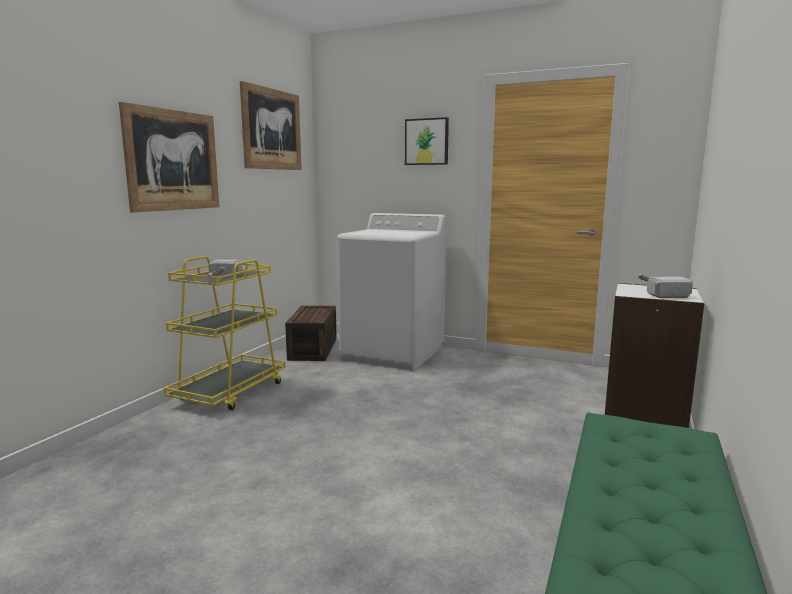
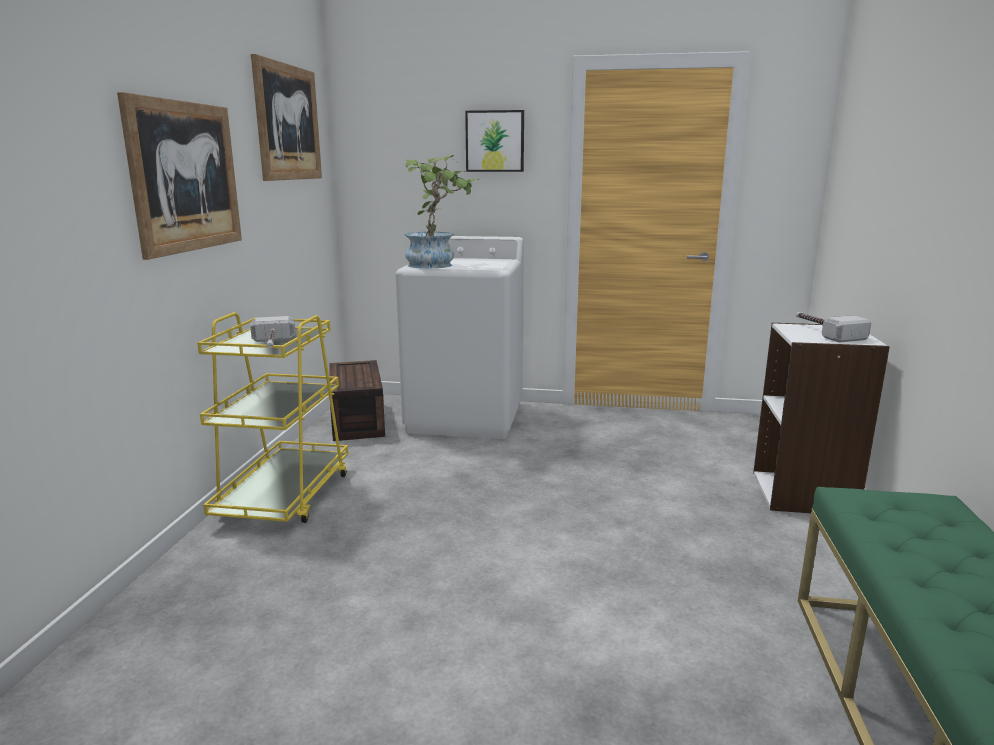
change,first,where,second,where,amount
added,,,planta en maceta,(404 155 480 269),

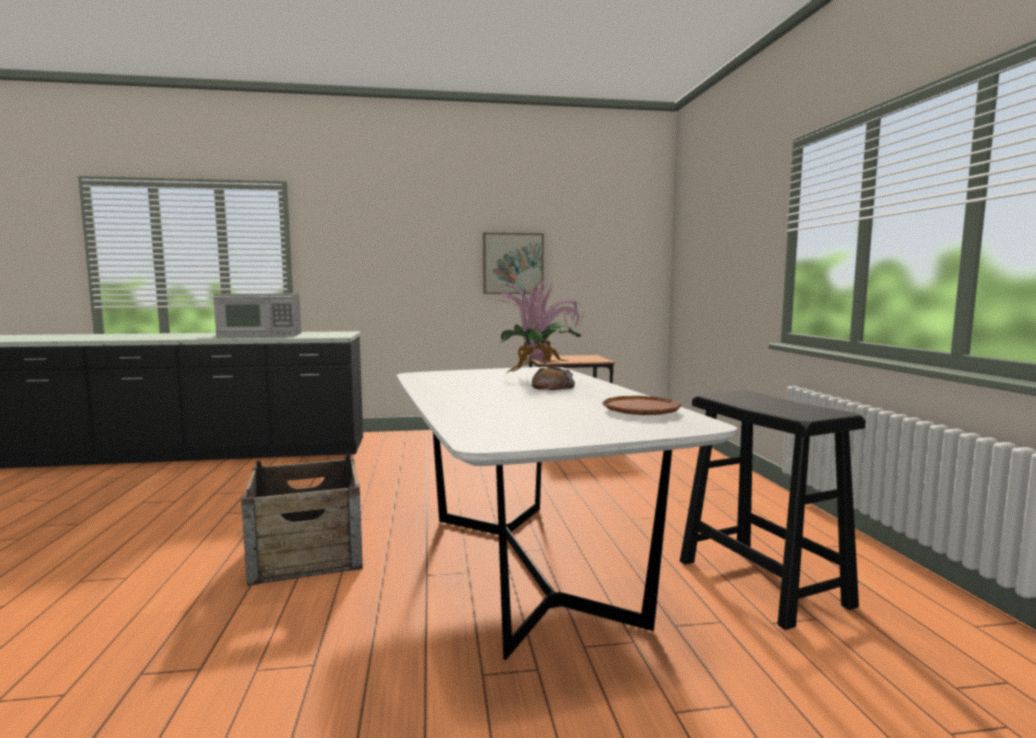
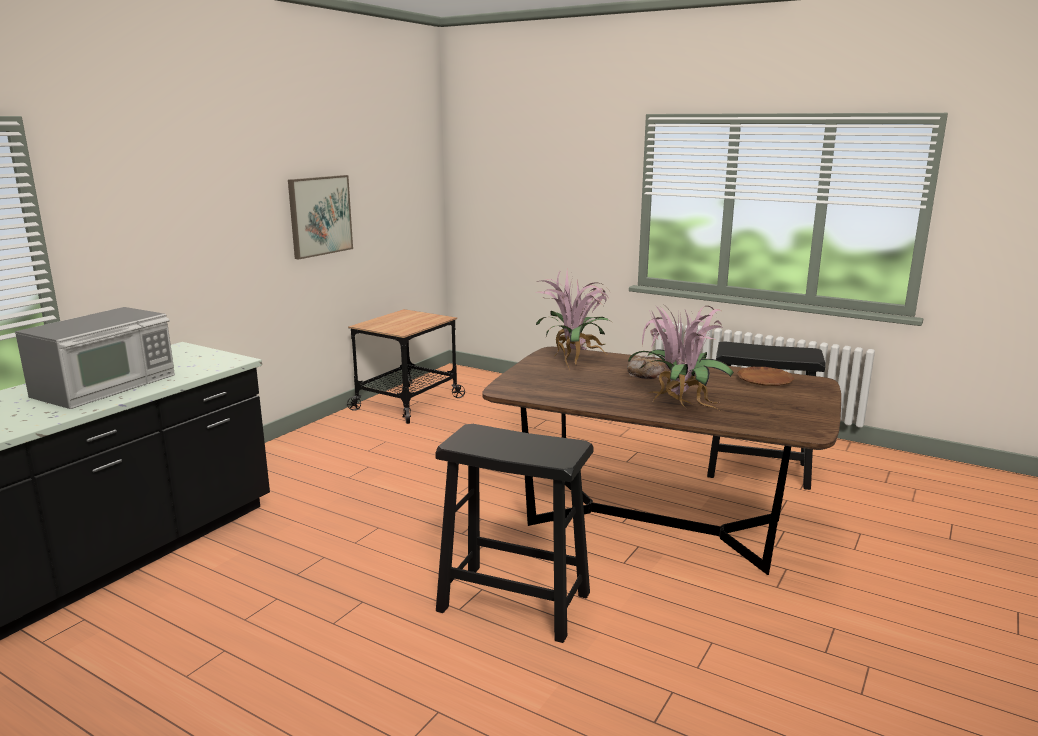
change,first,where,second,where,amount
added,,,planta en maceta,(628 306 734 410),
replaced,caja de embalaje,(241 453 363 586),taburete [negro],(435 424 594 643),
recoloured,mesa de comedor [blanco],(397 367 737 660),mesa de comedor [marrón],(482 347 841 575),

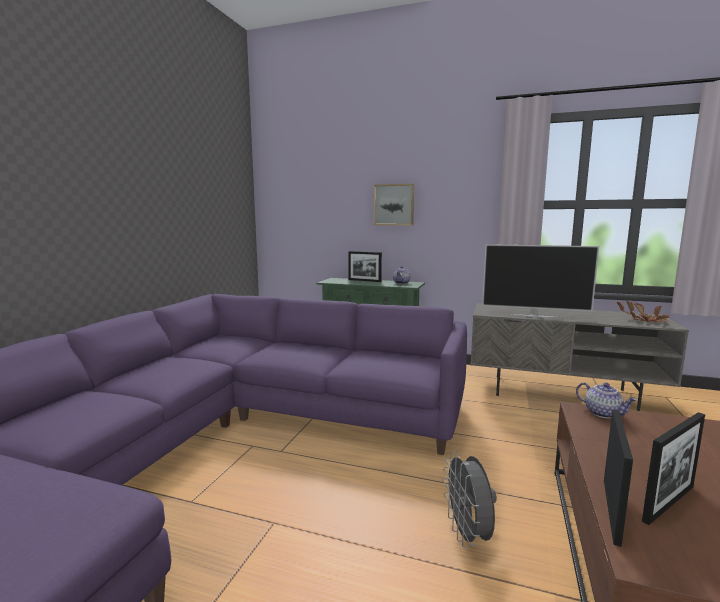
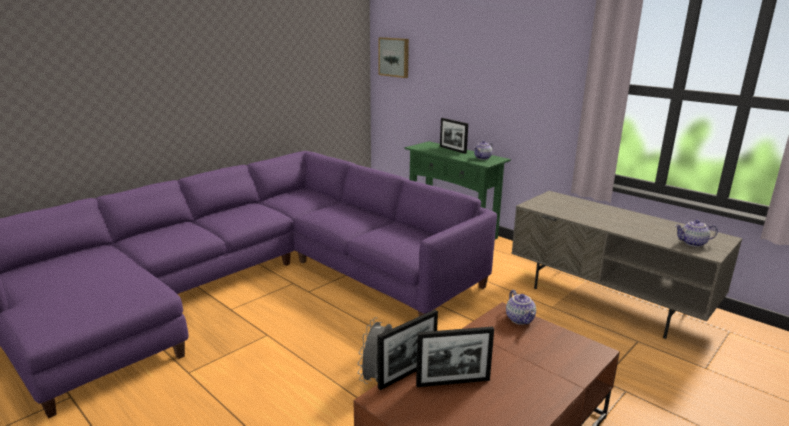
change,first,where,second,where,amount
removed,televisor,(482 244 599 318),,,
moved,cuadro,(374 184 414 225),,(379 37 409 78),
replaced,planta en maceta,(617 301 669 322),tetera,(675 220 718 247),

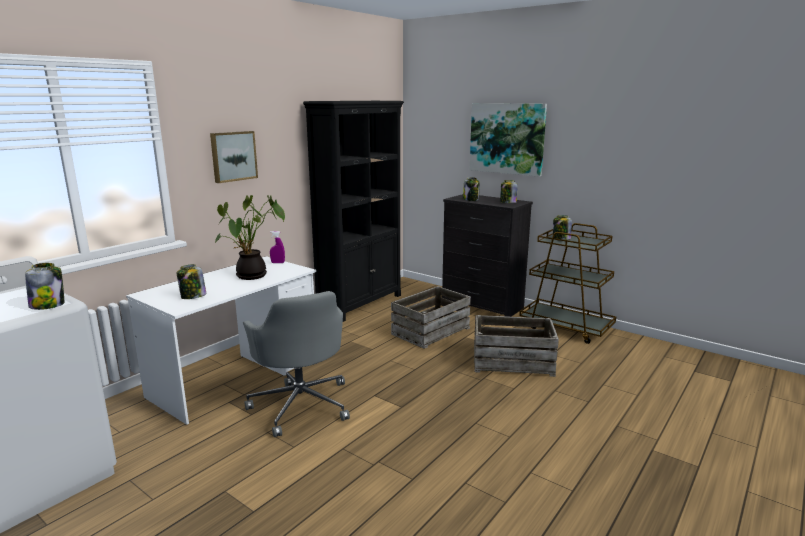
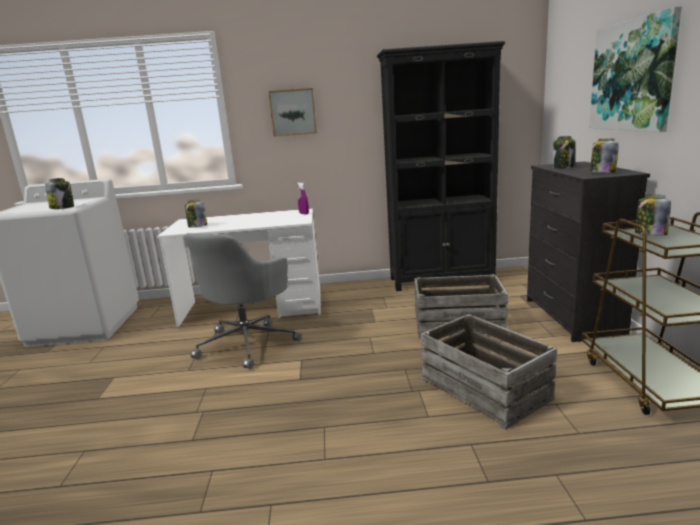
change,first,where,second,where,amount
removed,planta en maceta,(215 195 285 280),,,

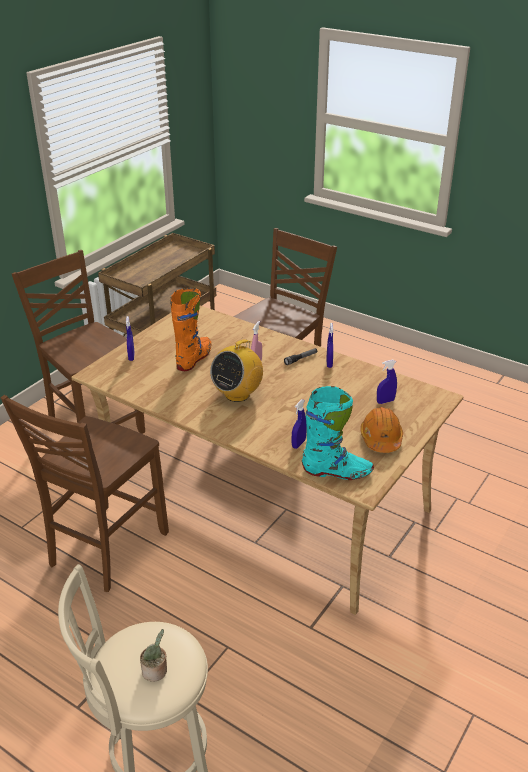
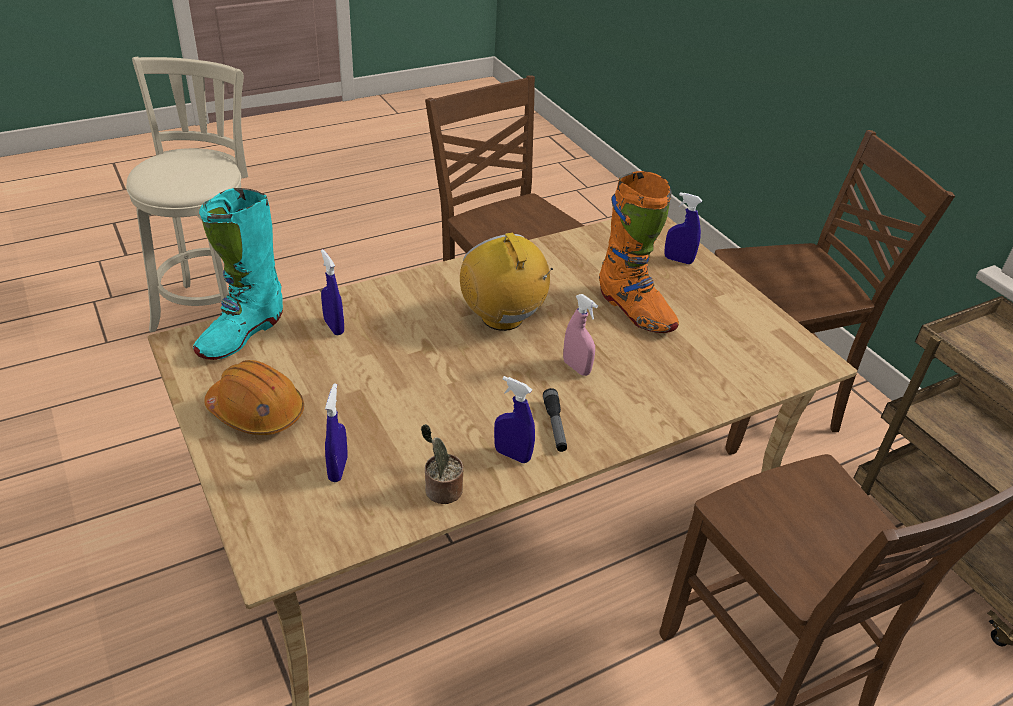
change,first,where,second,where,amount
moved,planta en maceta,(140 629 167 682),,(421 424 464 504),

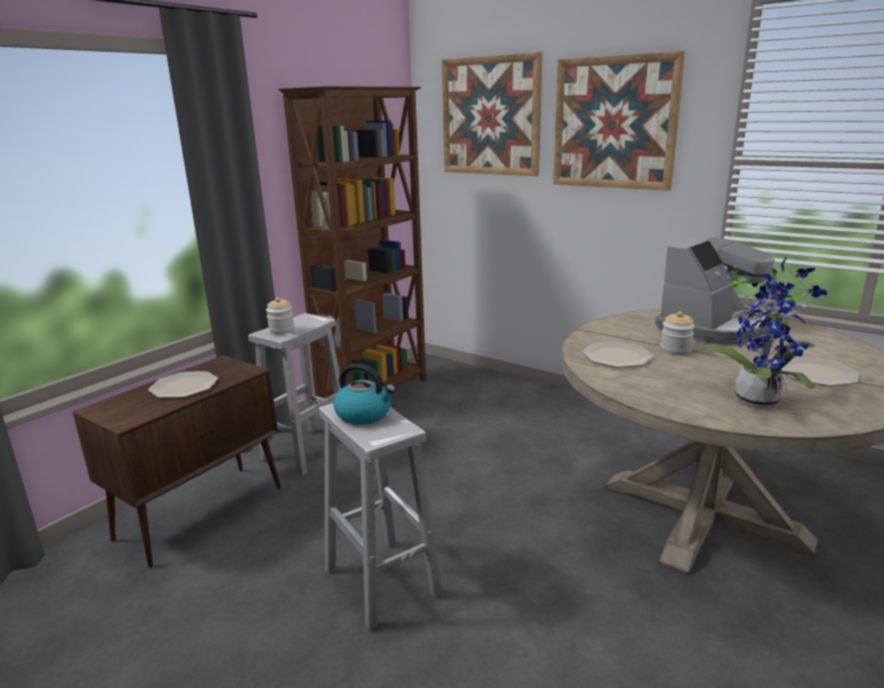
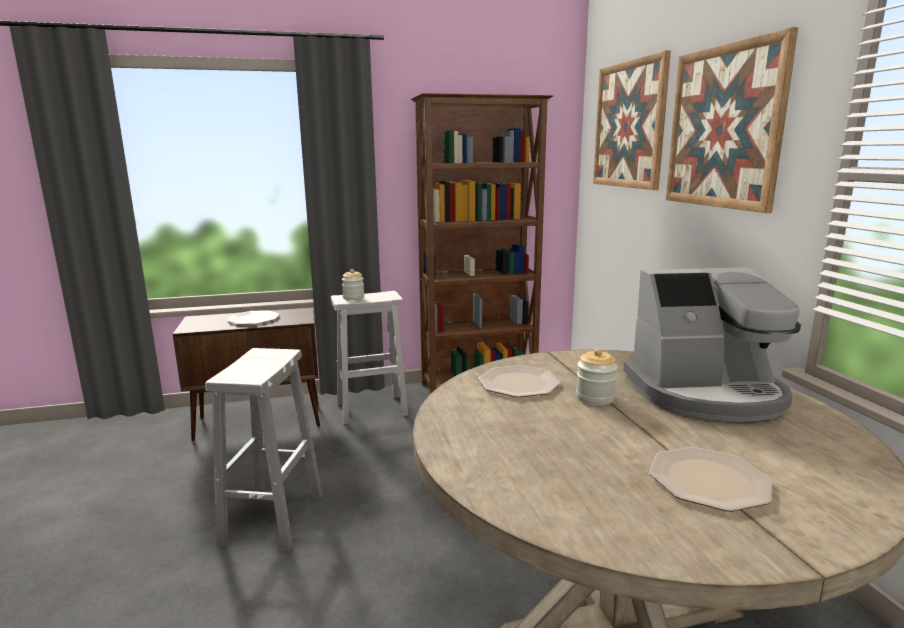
change,first,where,second,where,amount
removed,hervidor,(333 363 395 425),,,
removed,planta en maceta,(696 257 827 409),,,

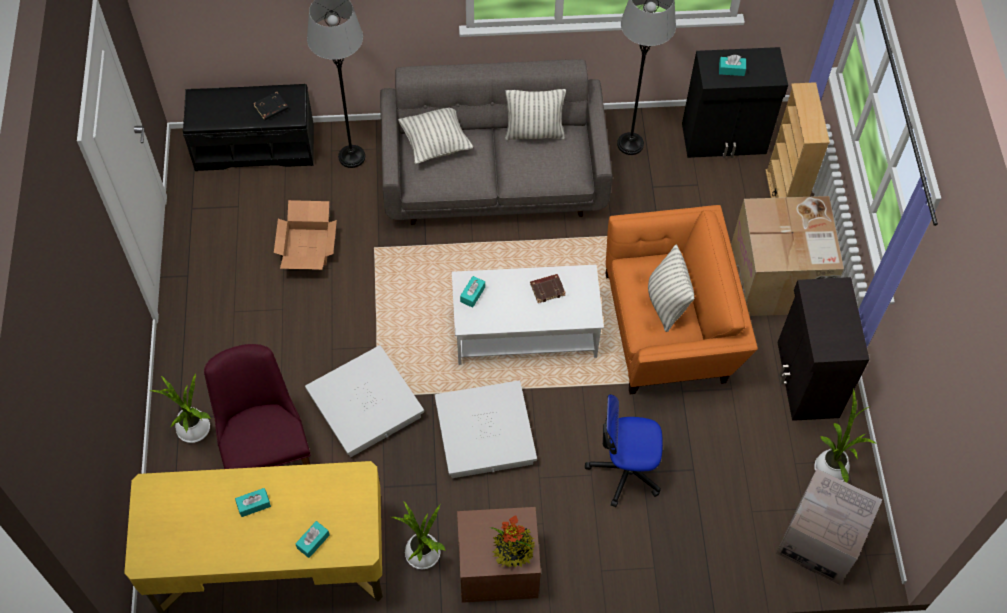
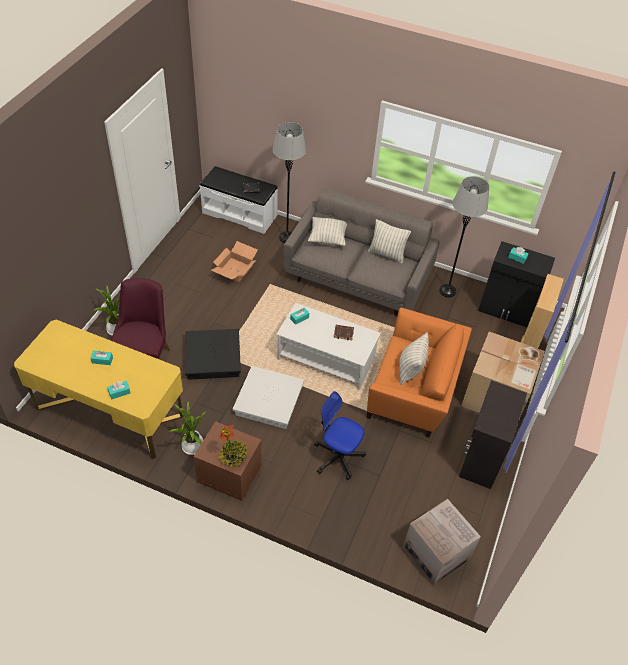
change,first,where,second,where,amount
removed,planta en maceta,(814 389 877 483),,,
recoloured,banco [negro],(183 84 314 171),banco [blanco],(200 166 278 234),
recoloured,caja de almacenaje [blanco],(305 345 424 457),caja de almacenaje [negro],(185 329 241 380),

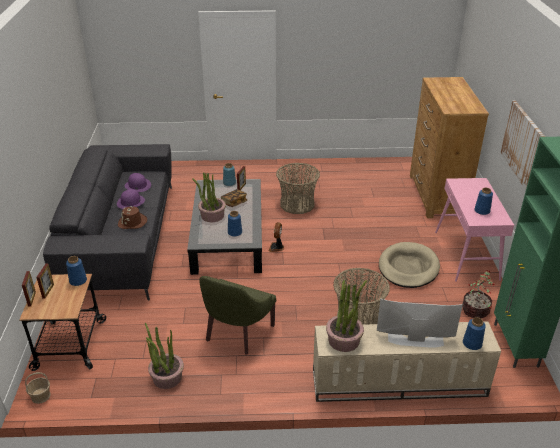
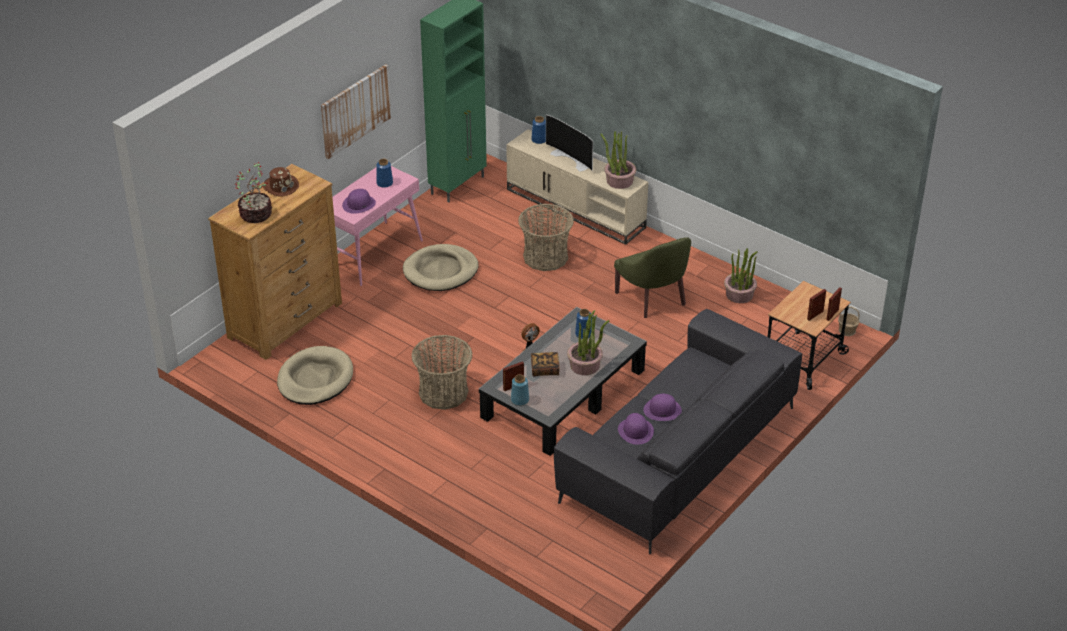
change,first,where,second,where,amount
removed,florero [azul],(66 256 87 286),,,
added,,,cama para perro [beis],(277 346 353 405),
added,,,sombrero [morado],(342 189 376 214),
moved,sombrero [marrón],(118 206 147 229),,(263 167 299 197),
moved,planta en maceta,(462 270 495 318),,(235 162 272 223),
turned,sillón [verde],(199 276 276 355),,(614 237 691 318),90 degrees clockwise

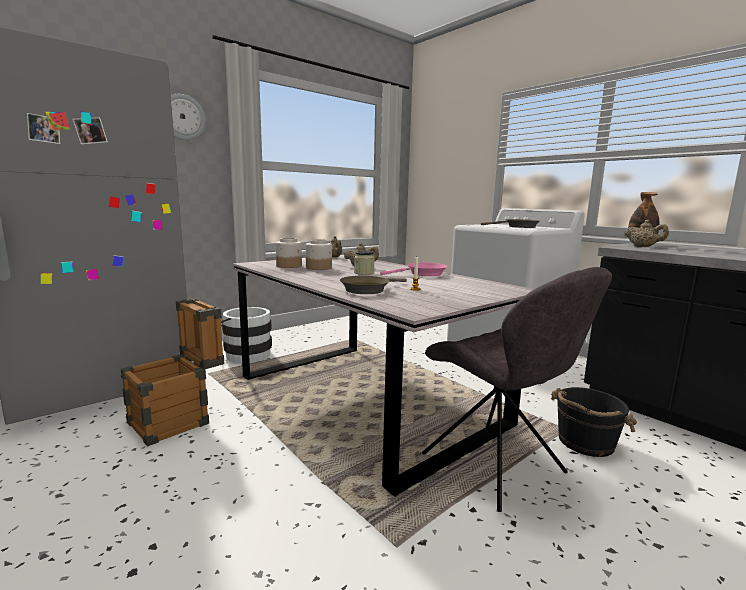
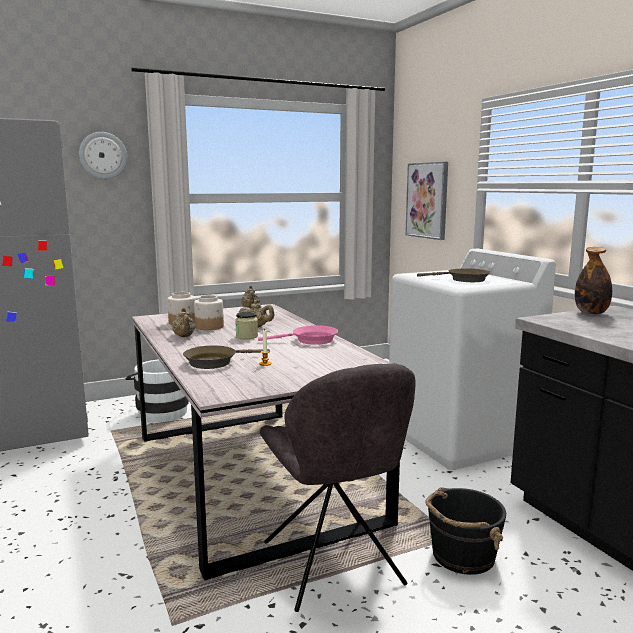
change,first,where,second,where,amount
removed,caja de embalaje,(121 298 224 447),,,
added,,,cuadro,(405 162 448 240),
moved,tetera [beis],(624 219 669 247),,(172 308 195 337),

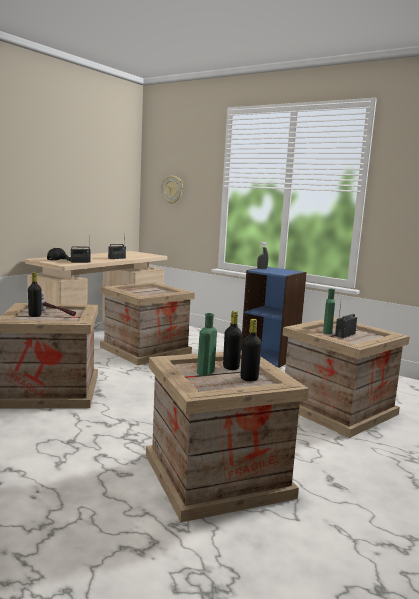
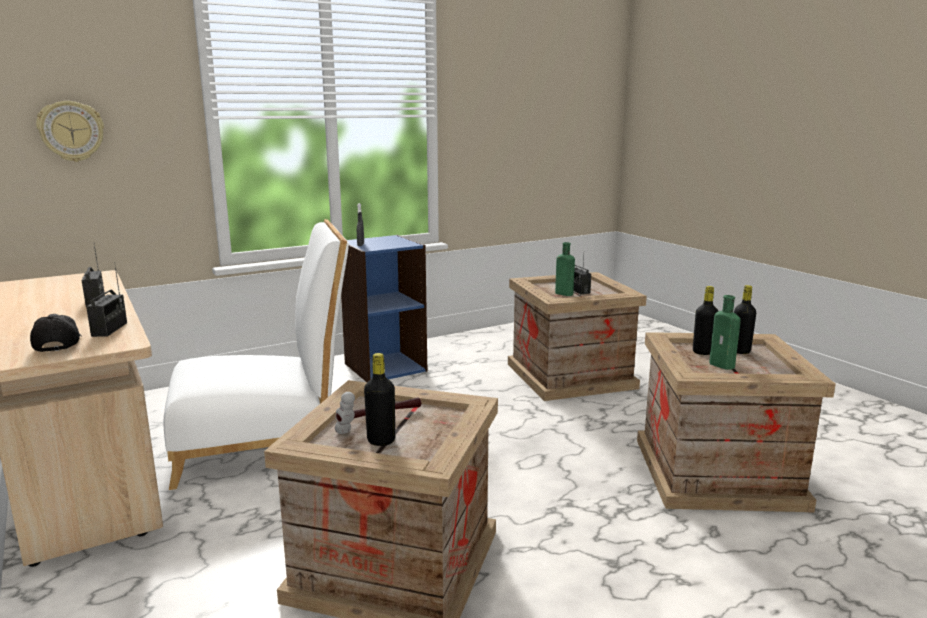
change,first,where,second,where,amount
replaced,caja de embalaje,(100 282 195 366),silla [blanco],(163 219 349 490),

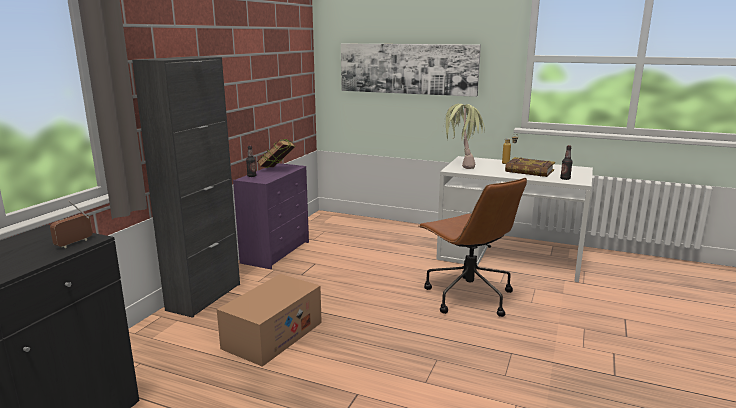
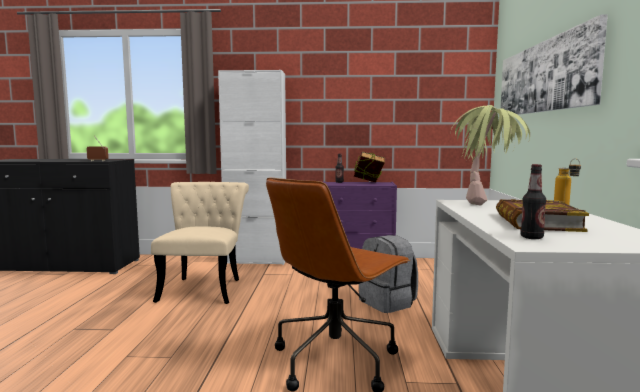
change,first,where,second,where,amount
added,,,mochila [gris],(359 235 418 313),
replaced,caja de cartón,(217 274 322 367),silla [beis],(151 182 249 304),
recoloured,armario [negro],(132 56 240 318),armario [blanco],(218 70 286 265),

